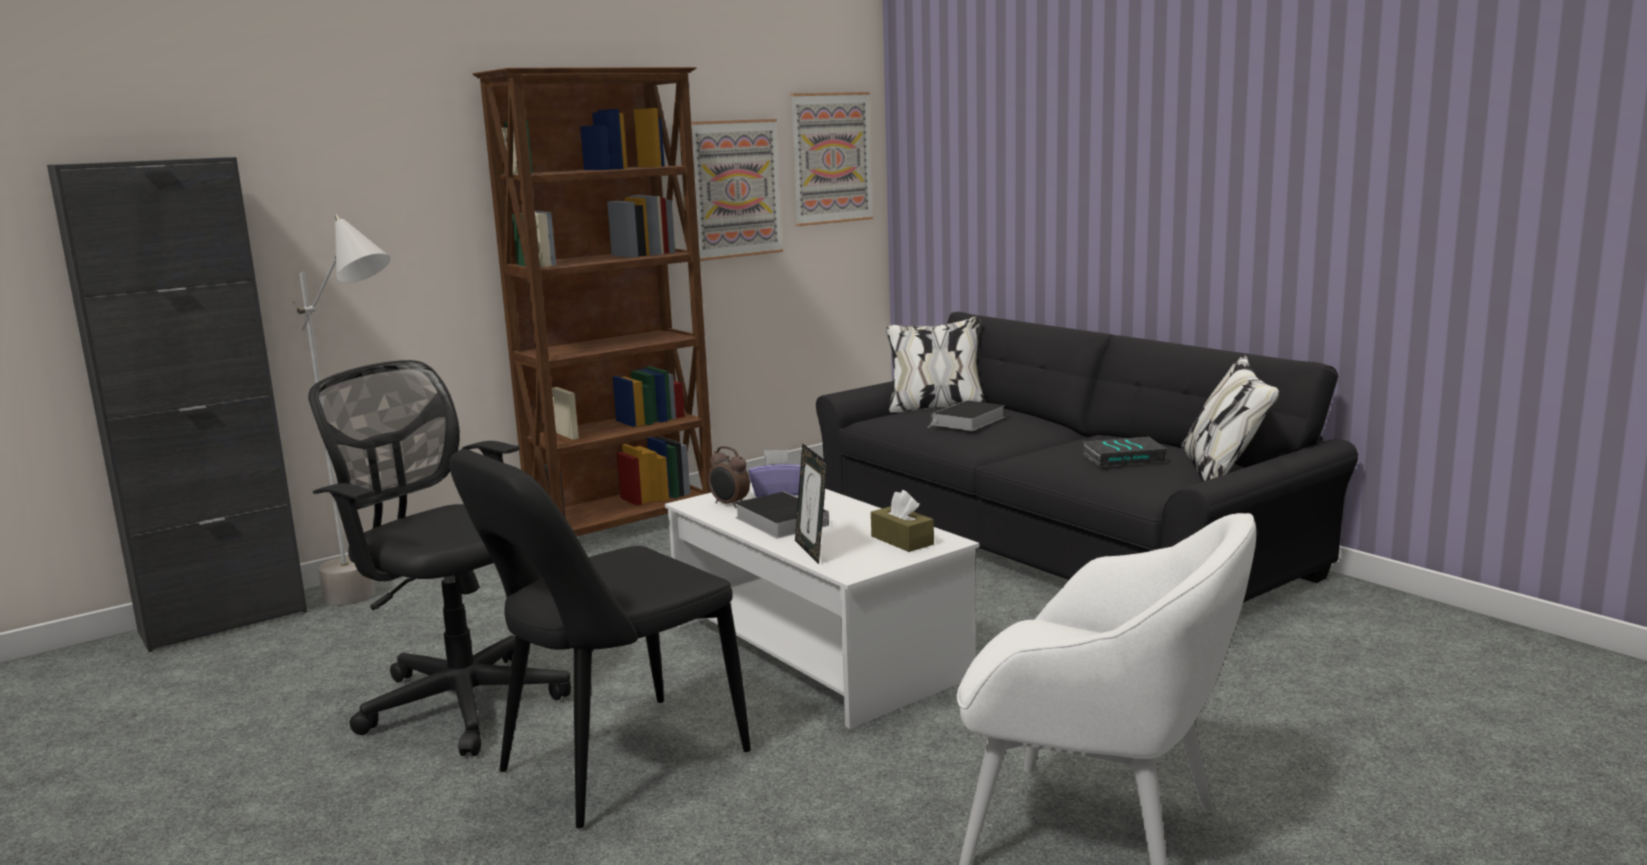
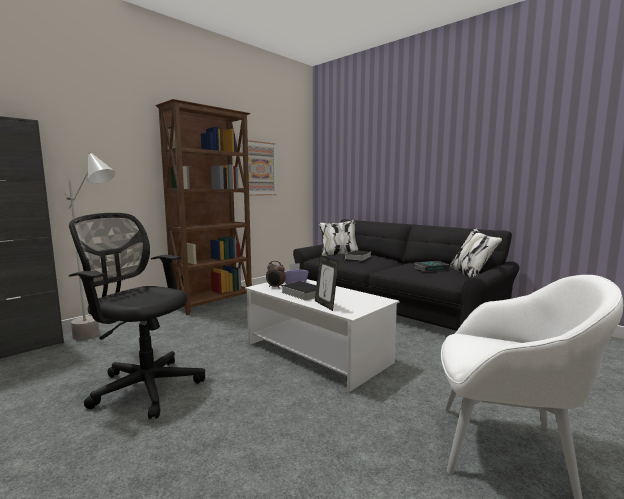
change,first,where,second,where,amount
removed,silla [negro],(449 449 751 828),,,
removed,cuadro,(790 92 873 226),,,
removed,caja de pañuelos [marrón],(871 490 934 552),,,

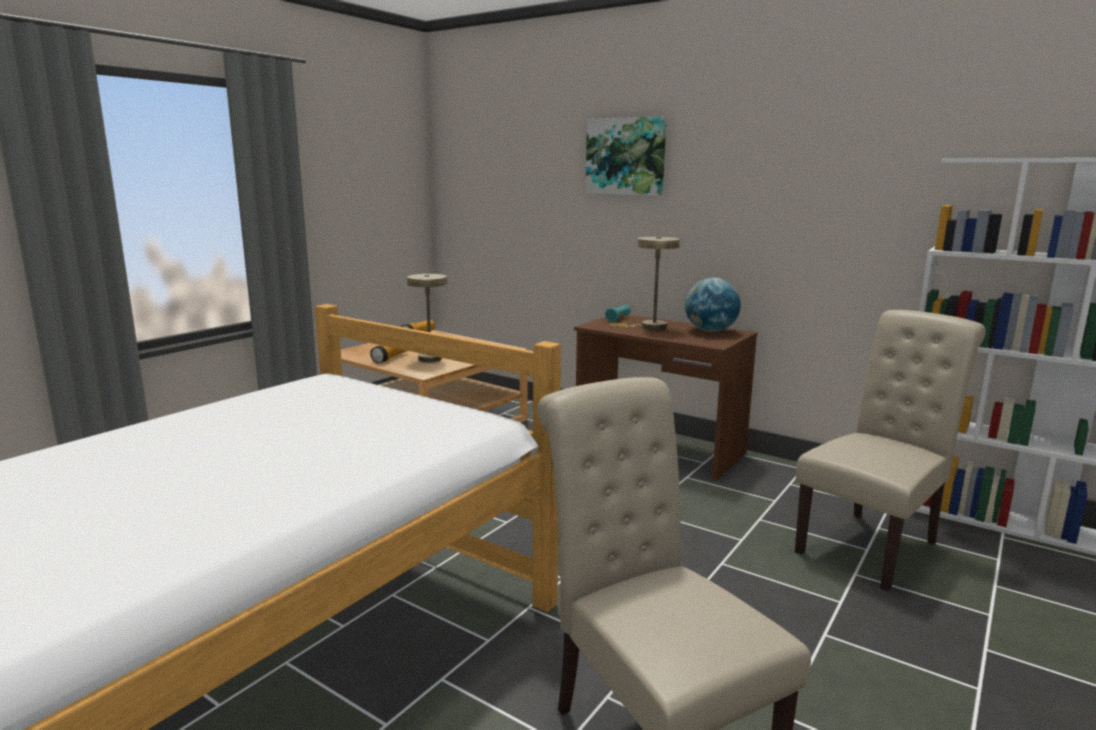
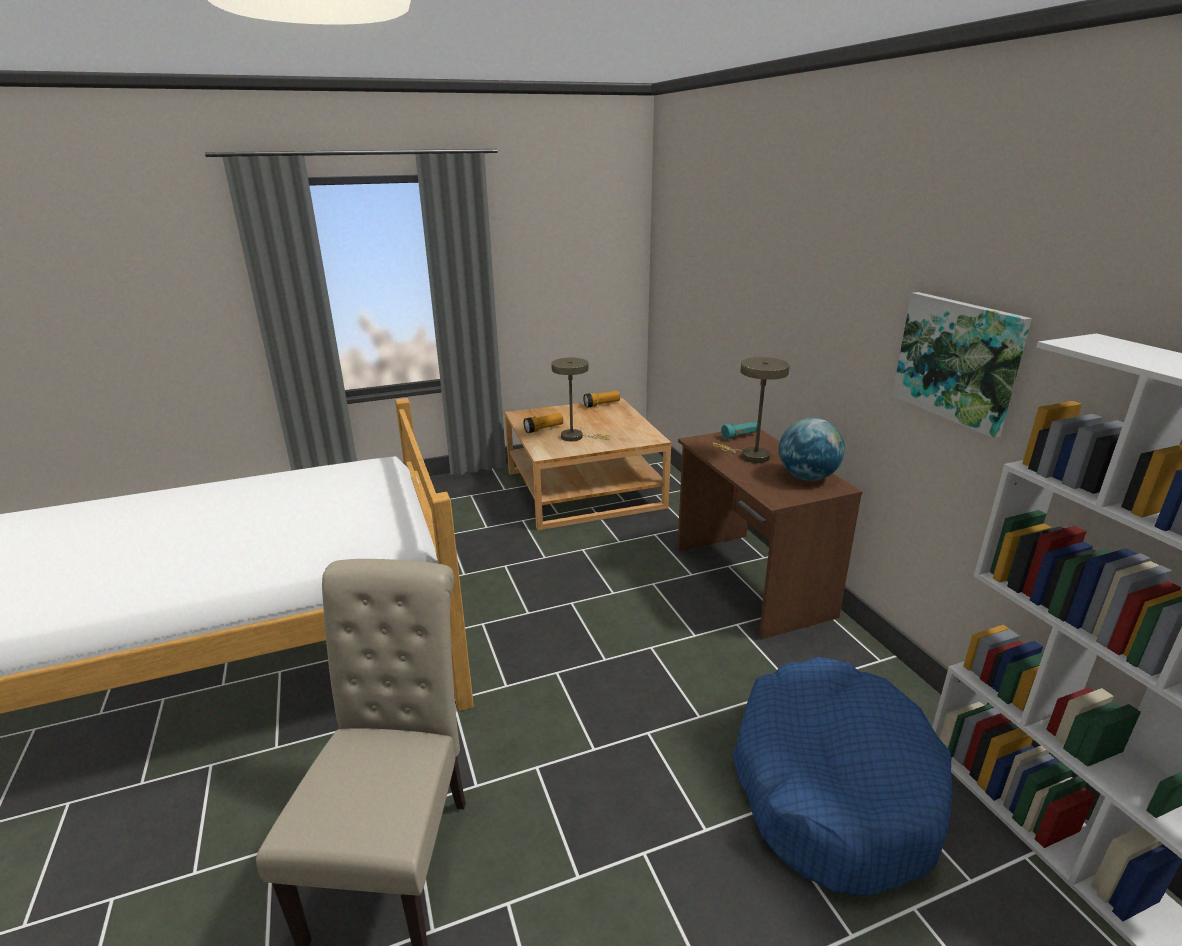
change,first,where,second,where,amount
moved,cuadro,(585 116 667 196),,(892 292 1032 438),
replaced,silla [beis],(795 310 985 591),cama para perro [azul],(732 657 953 896),

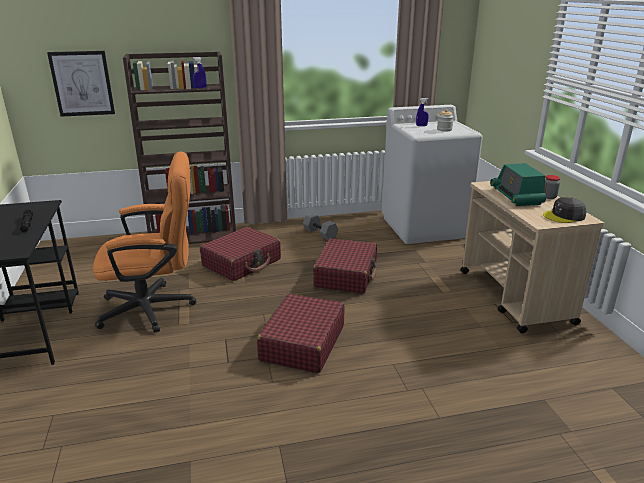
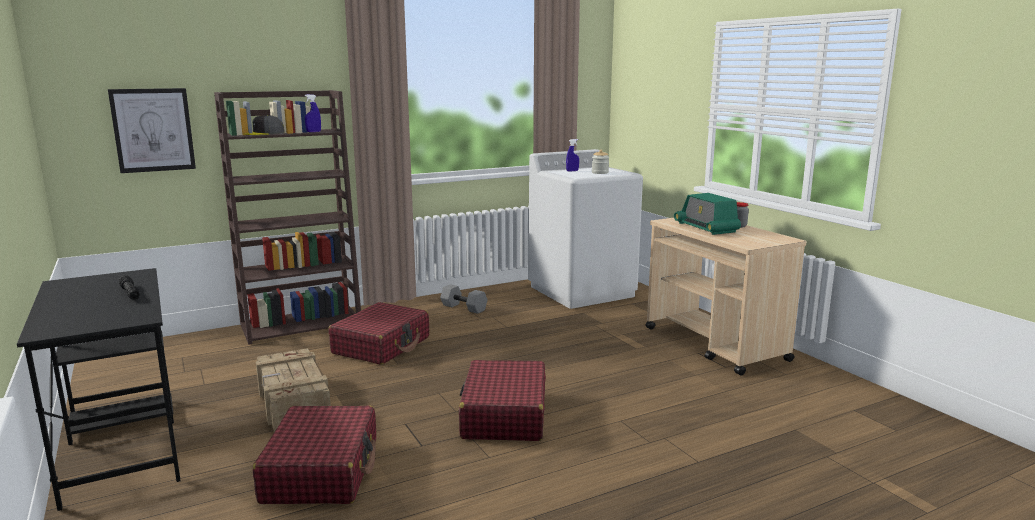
change,first,where,second,where,amount
moved,maleta [rojo],(313 238 377 294),,(253 405 376 504),
moved,gorra [gris],(543 196 586 223),,(244 115 285 135),
replaced,silla de oficina [naranja],(93 151 196 333),caja de embalaje,(256 348 331 432),

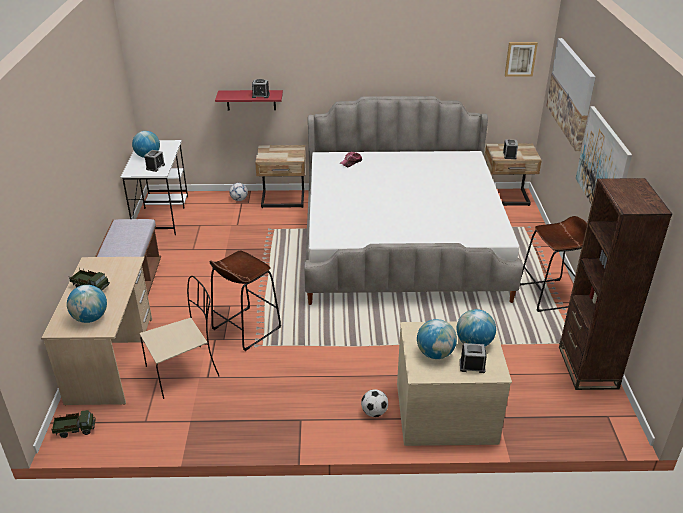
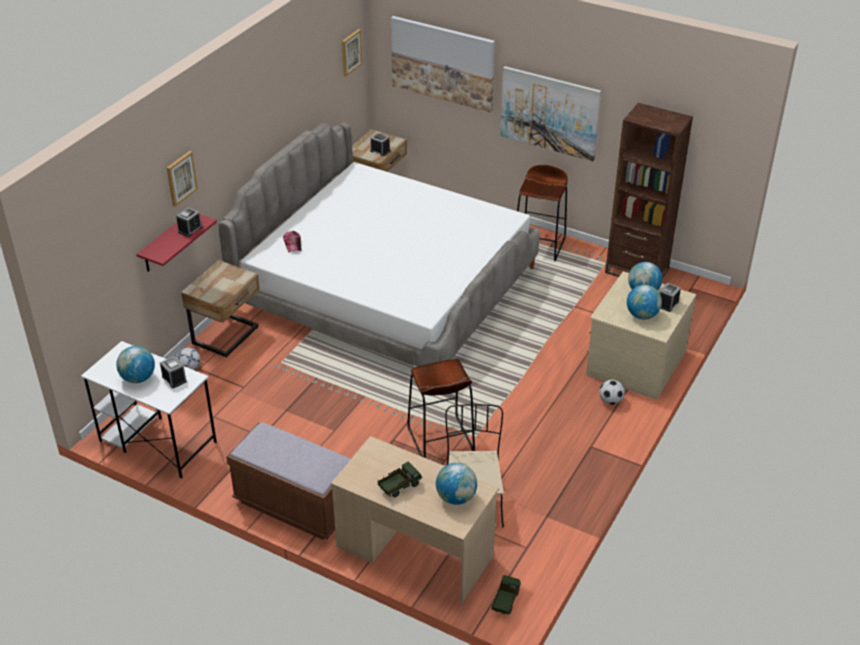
change,first,where,second,where,amount
added,,,cuadro,(167 151 198 207),

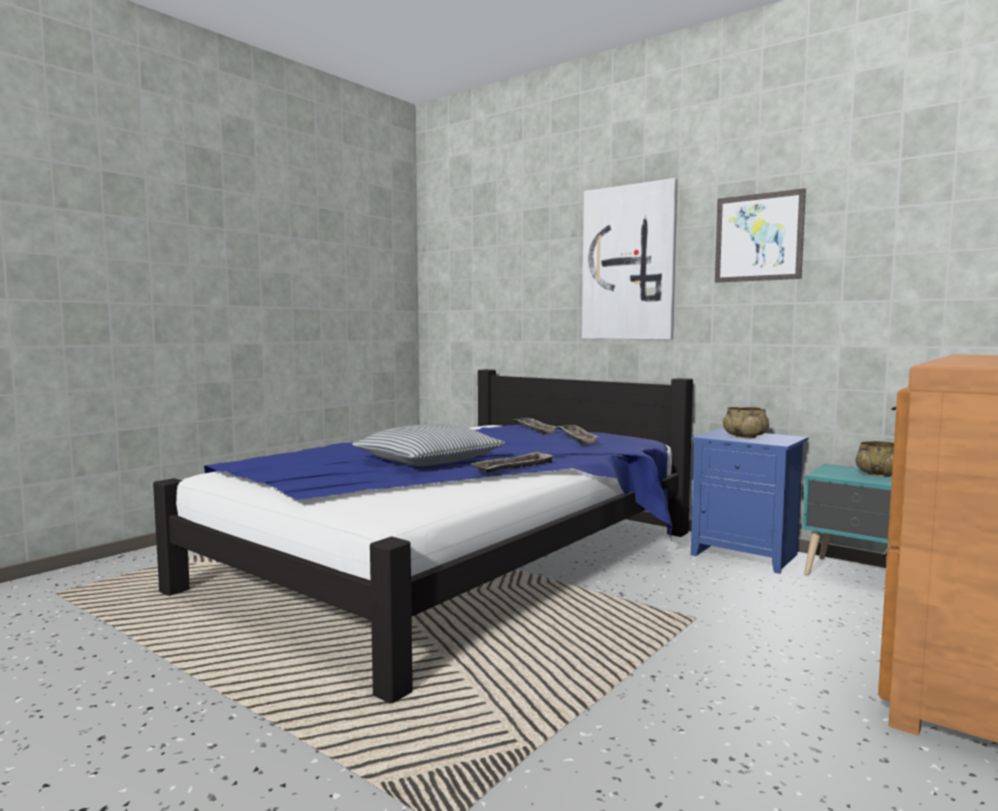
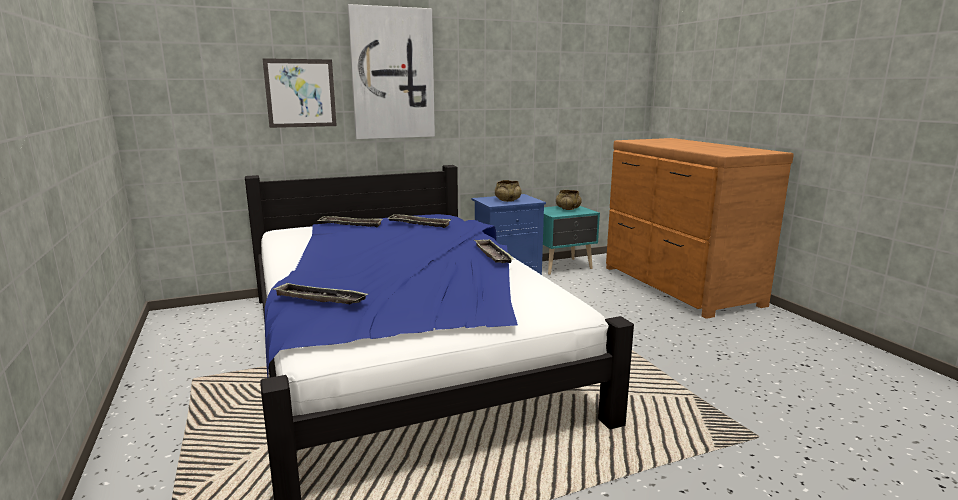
change,first,where,second,where,amount
removed,cojín,(352 423 506 466),,,
added,,,bandeja,(272 282 368 304),
moved,cuadro,(715 188 806 283),,(262 58 337 128),

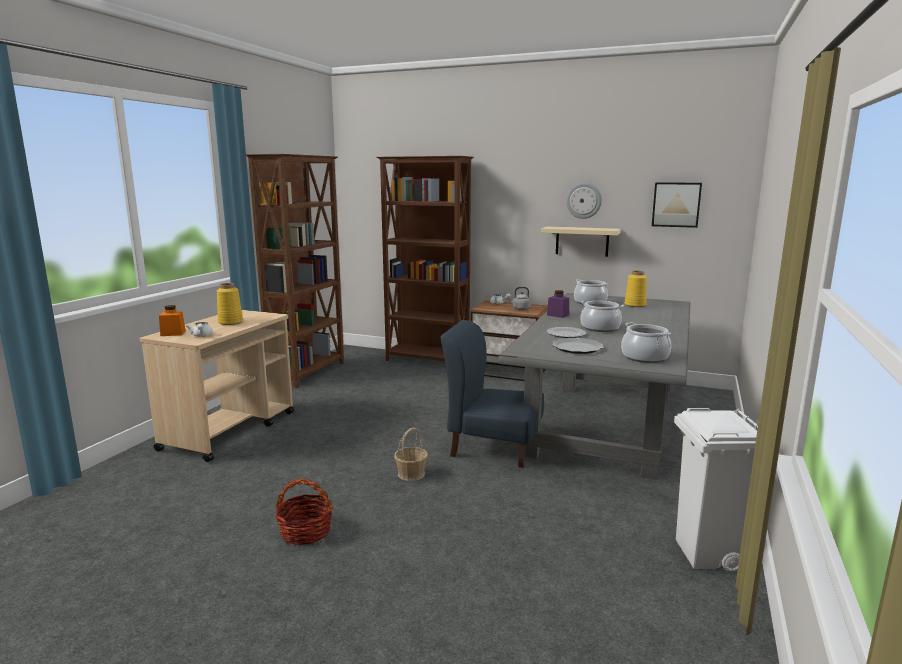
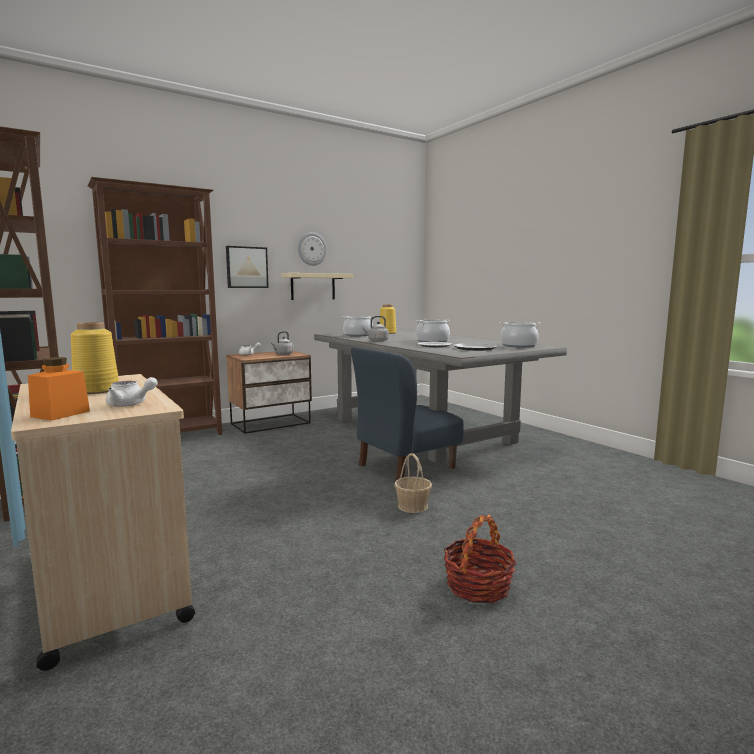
change,first,where,second,where,amount
removed,papelera [blanco],(674 408 758 571),,,
moved,cuadro,(652 182 702 228),,(226 246 269 288),
replaced,tarro [morado],(547 290 569 318),hervidor [gris],(362 316 389 342),

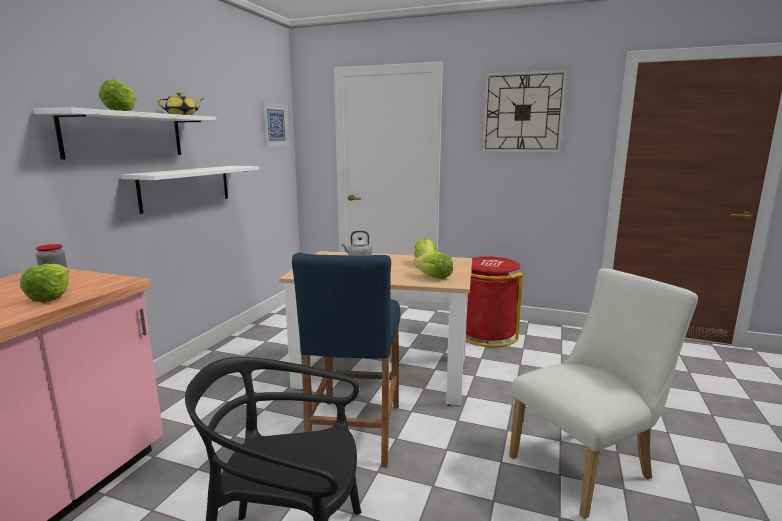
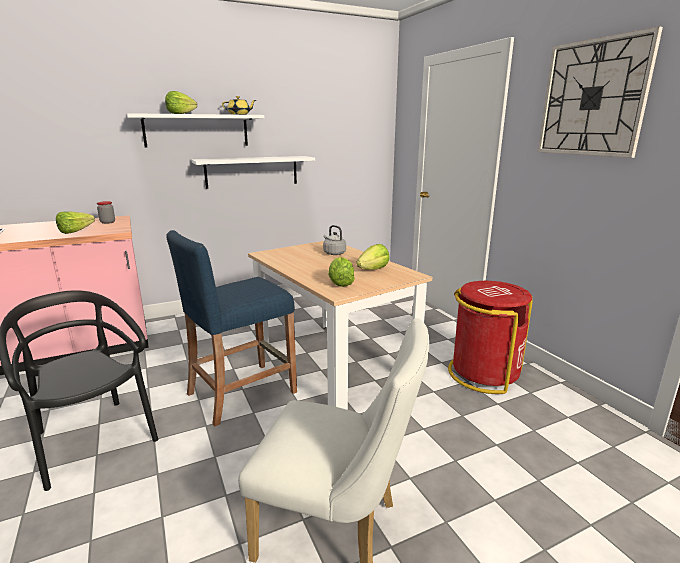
change,first,where,second,where,amount
removed,cuadro,(261 102 289 146),,,

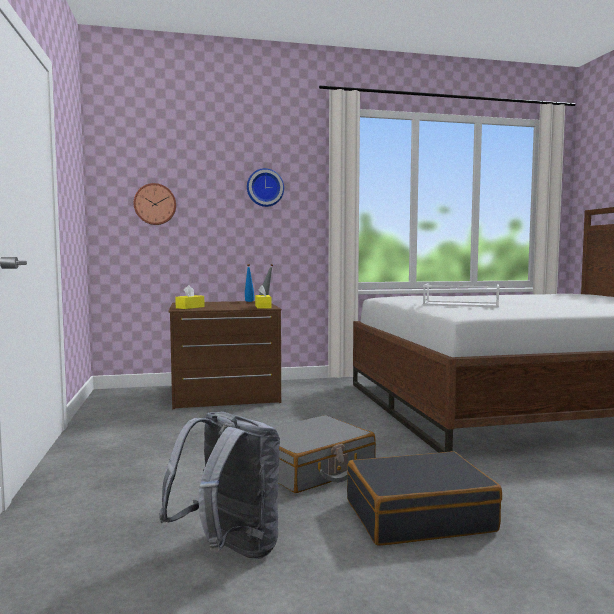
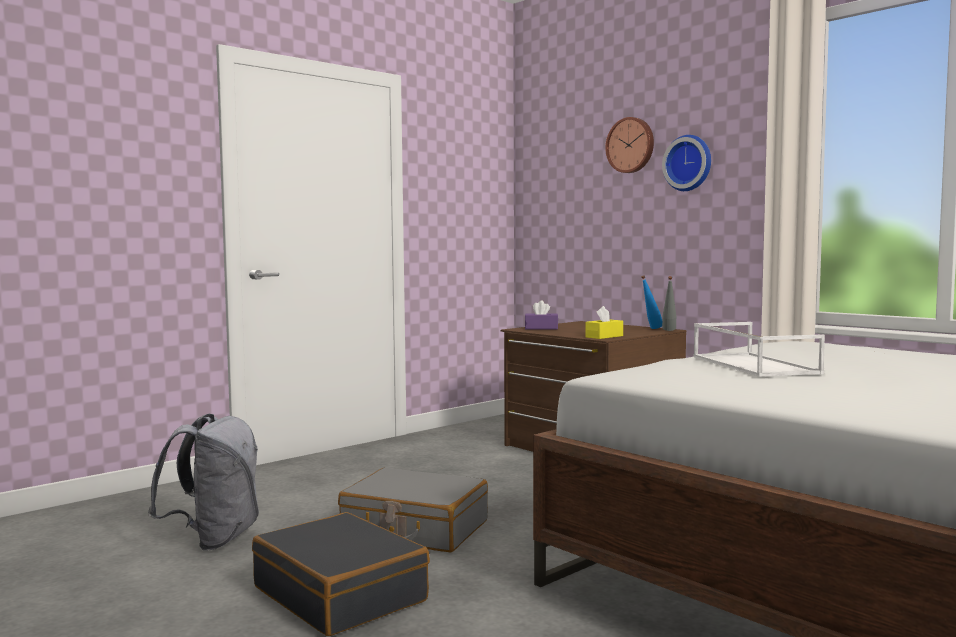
change,first,where,second,where,amount
moved,reloj de pared,(134 183 176 225),,(605 117 654 173),
recoloured,caja de pañuelos [amarillo],(175 285 205 309),caja de pañuelos [morado],(525 300 558 329),

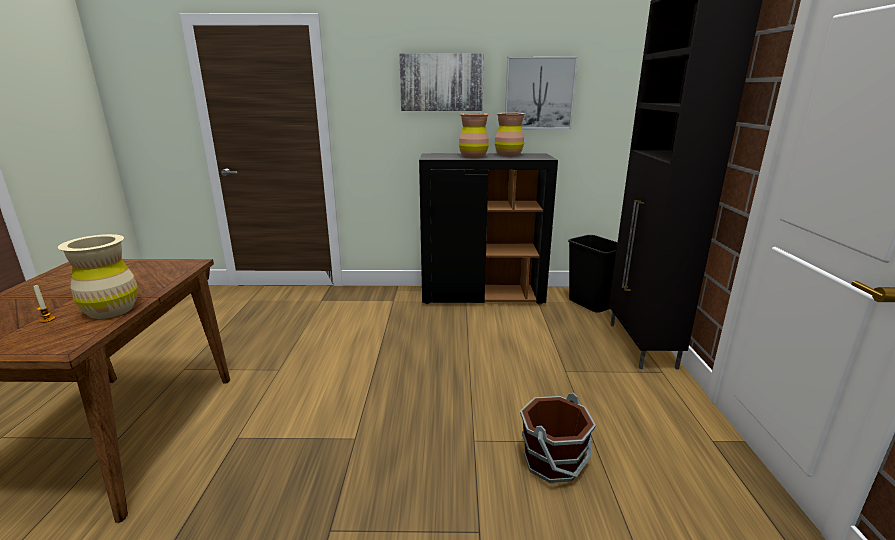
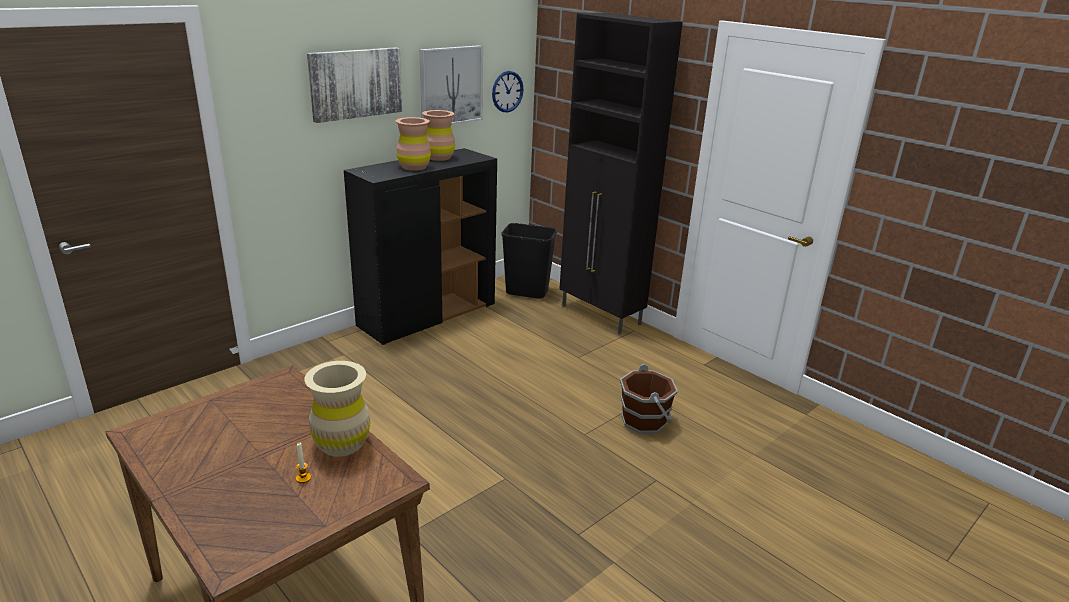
change,first,where,second,where,amount
added,,,reloj de pared,(492 71 523 112),

